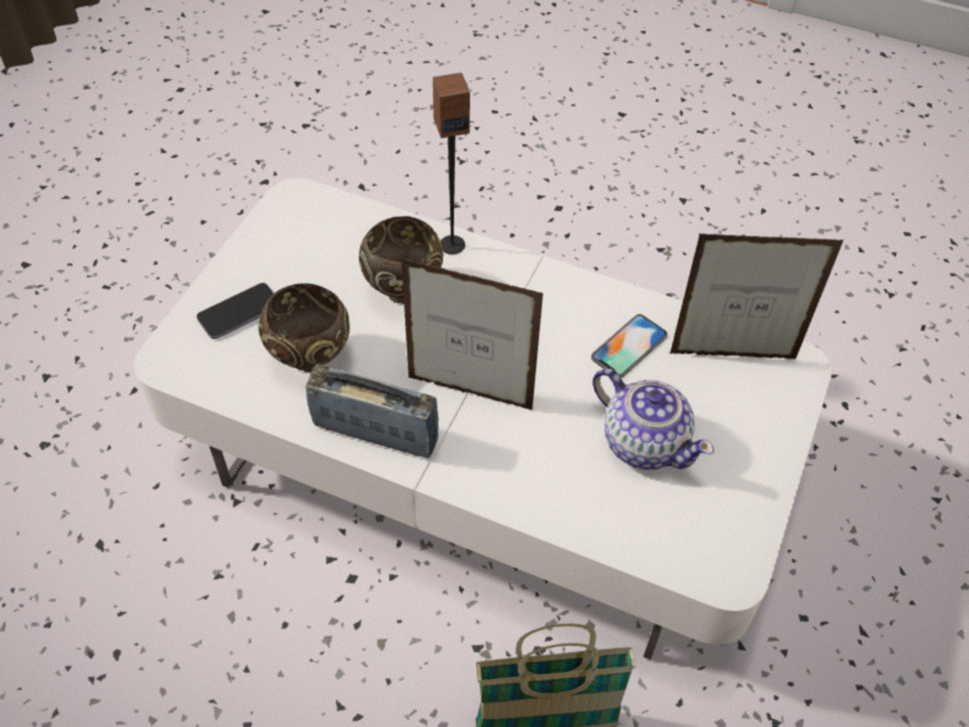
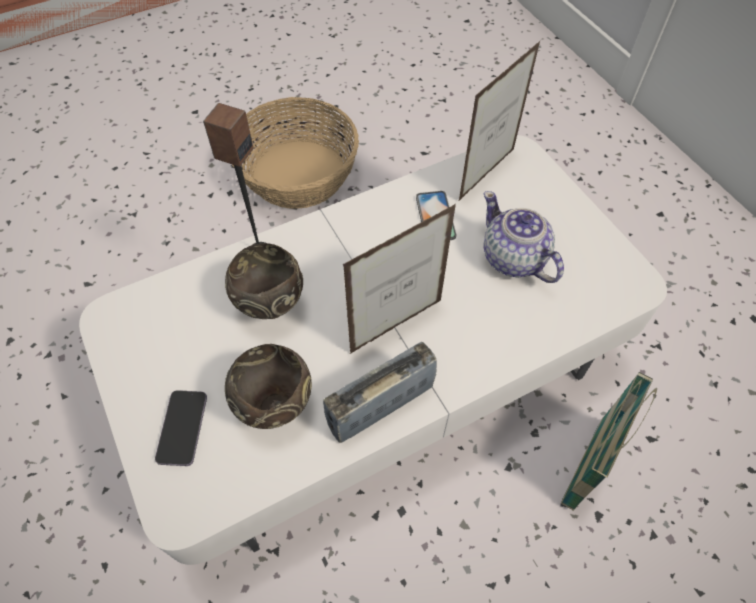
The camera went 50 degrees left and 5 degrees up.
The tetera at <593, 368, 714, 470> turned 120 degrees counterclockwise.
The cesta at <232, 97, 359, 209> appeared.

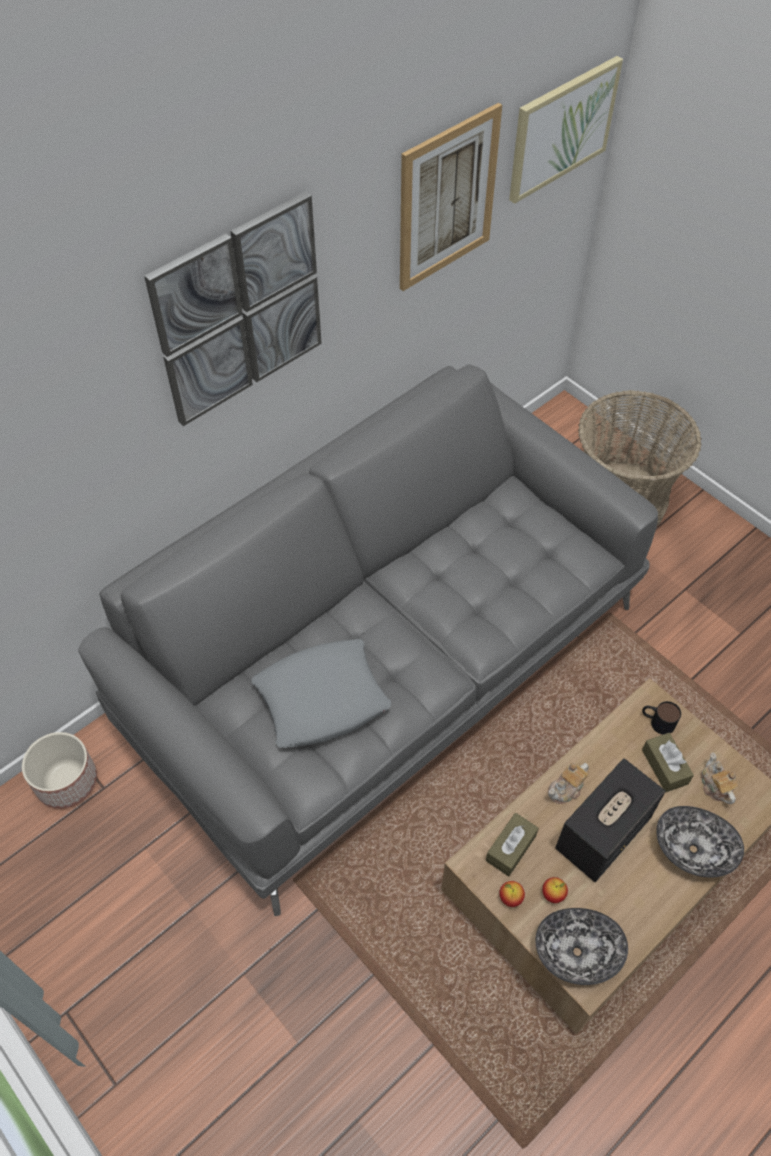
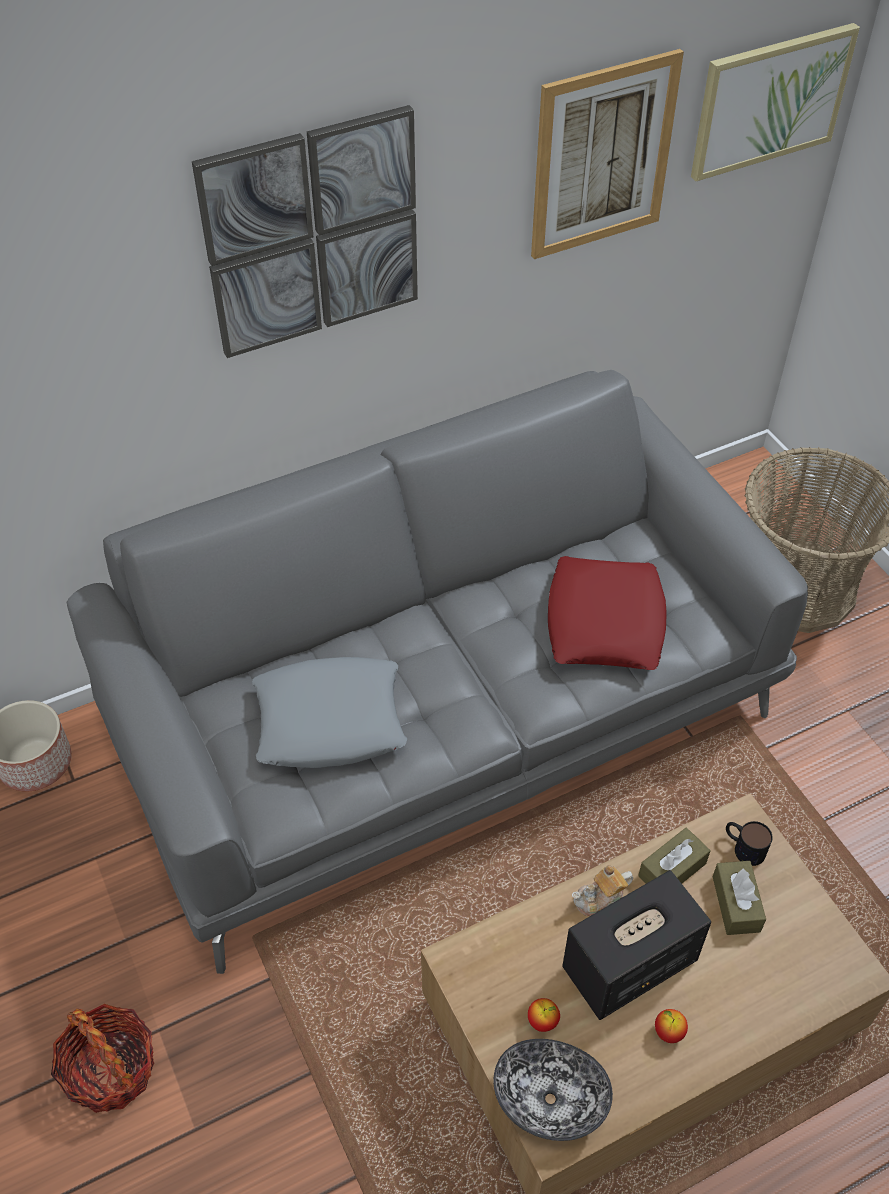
The camera went 15 degrees right and 5 degrees down.
The caja de pañuelos [marrón] moved from <486, 813, 539, 877> to <638, 828, 710, 883>.
The manzana moved from <499, 881, 525, 907> to <655, 1009, 688, 1043>.
The cuenco at <656, 806, 744, 877> disappeared.
The tetera at <701, 752, 739, 804> disappeared.
The cesta at <51, 1004, 154, 1113> appeared.
The cojín [rojo] at <548, 556, 667, 670> appeared.

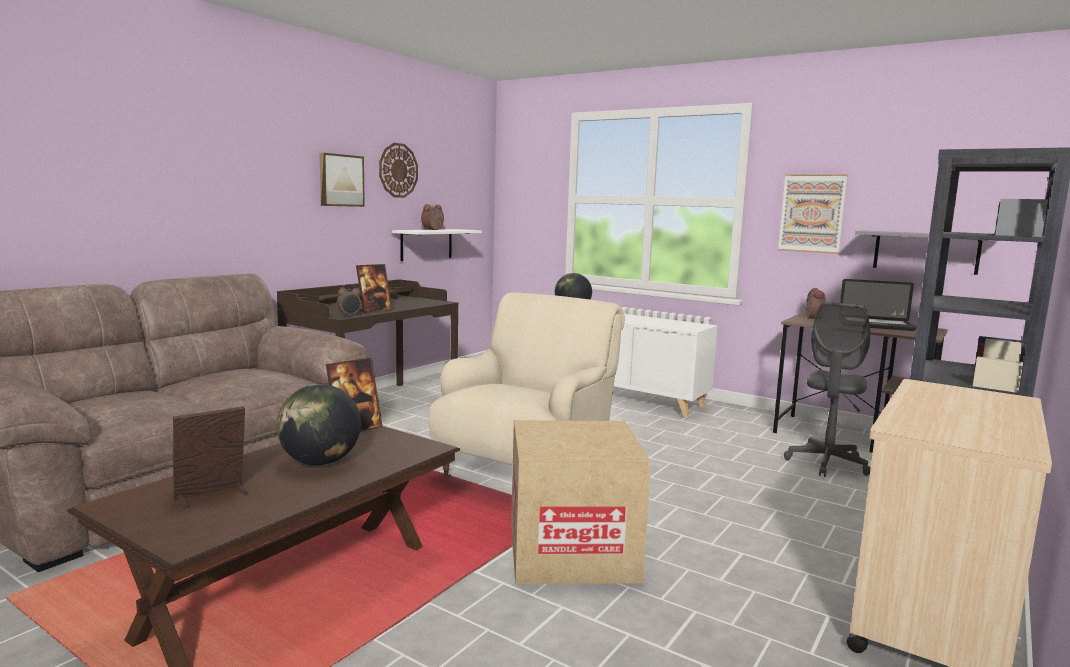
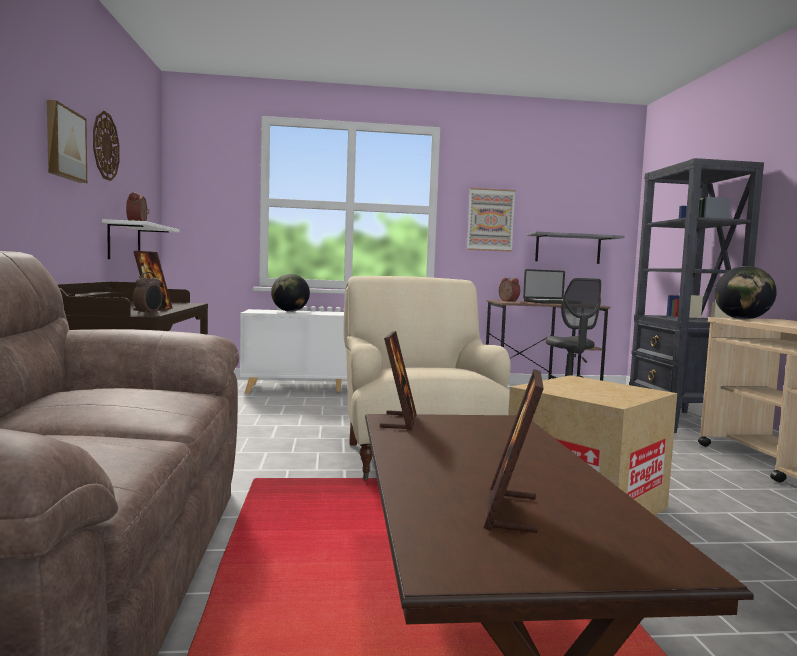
The camera went 40 degrees left and 5 degrees down.
The globo terráqueo moved from <277, 384, 361, 465> to <714, 266, 777, 319>.

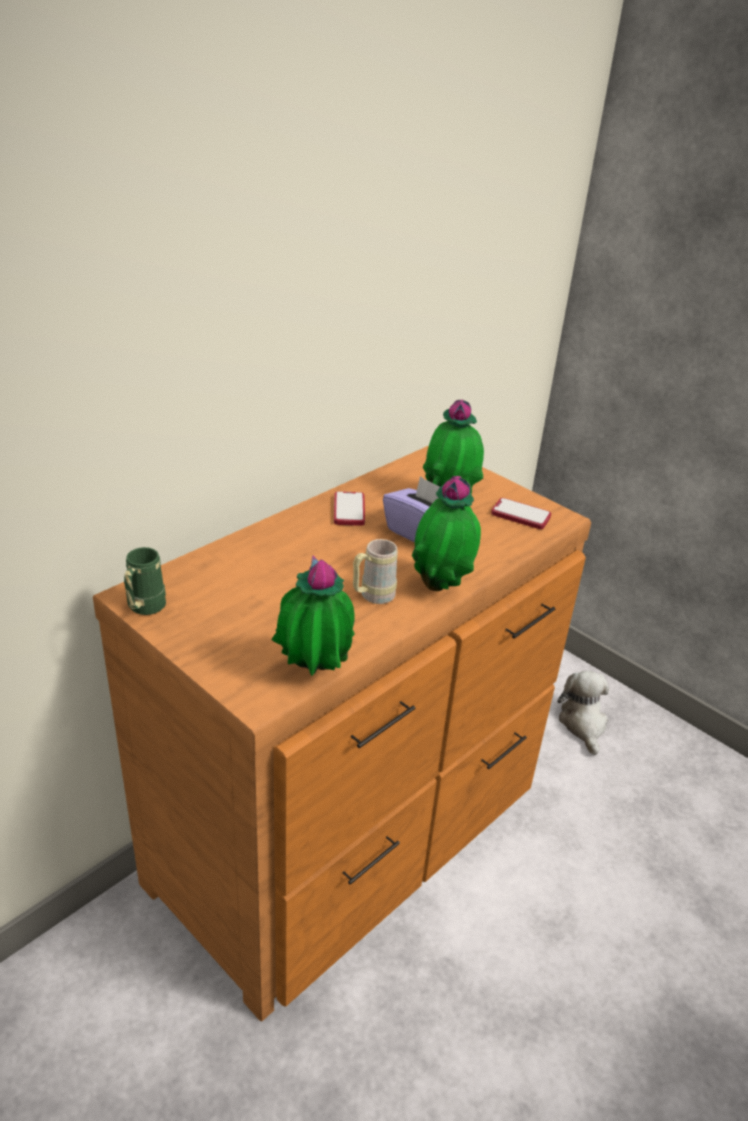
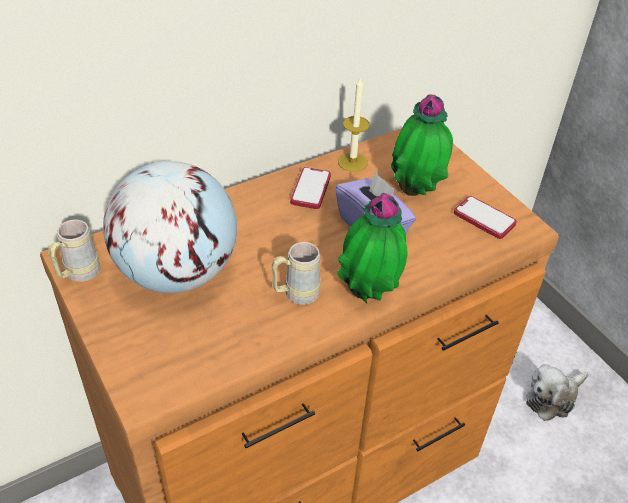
The camera went 15 degrees right and 10 degrees up.
The taza grande [verde] at <124, 547, 166, 615> became the taza grande [beis] at <49, 220, 100, 282>.
The planta en maceta at <272, 555, 355, 676> disappeared.
The peluche at <557, 671, 609, 755> turned 135 degrees counterclockwise.
The globo terráqueo at <103, 161, 237, 293> appeared.
The vela at <338, 76, 370, 172> appeared.

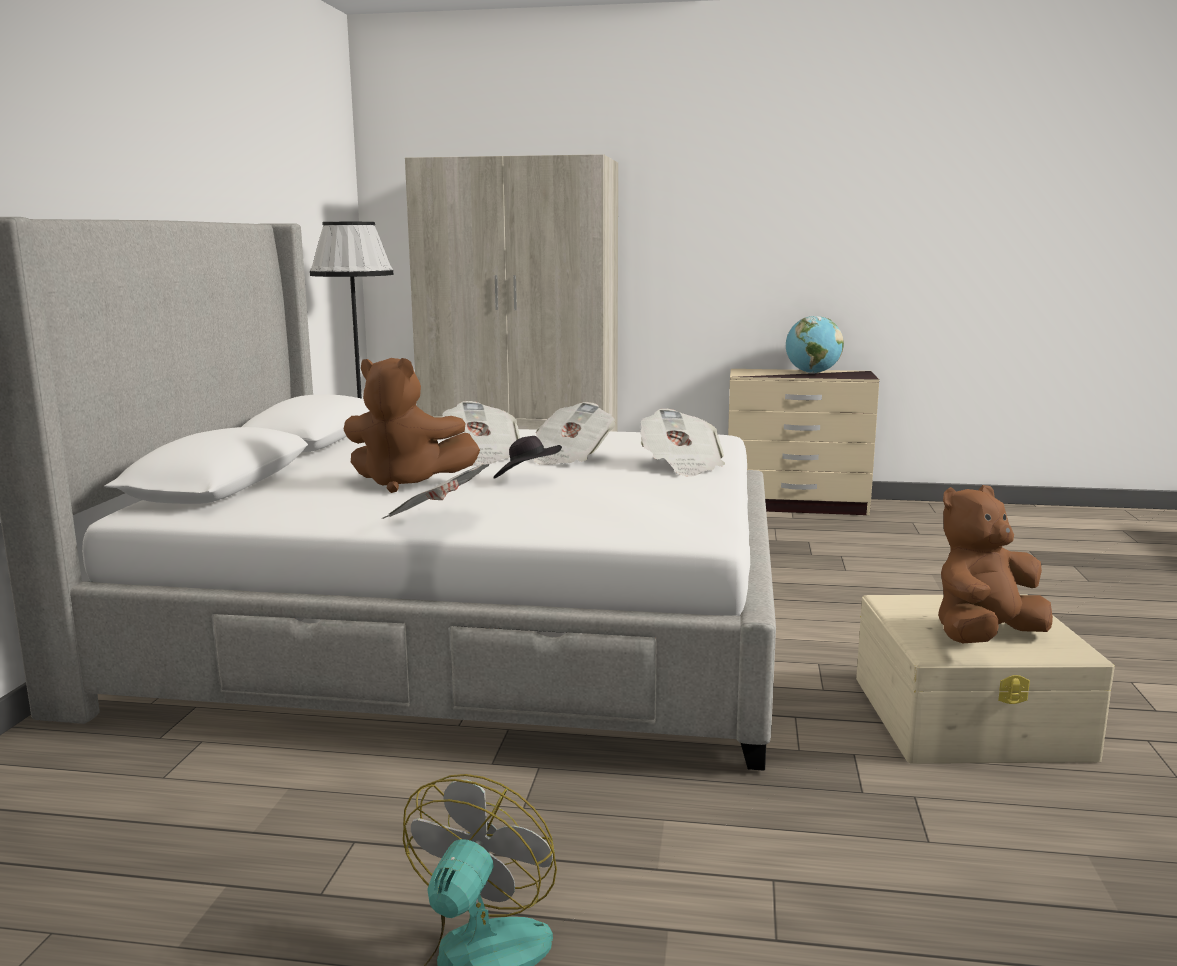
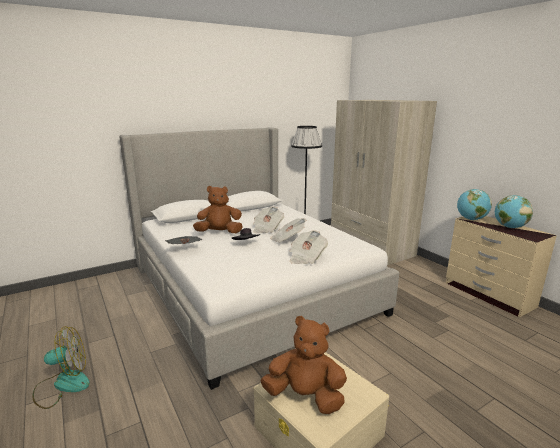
The camera went 50 degrees right and 5 degrees up.
The peluche [marrón] at <343, 358, 480, 493> turned 105 degrees clockwise.
The globo terráqueo at <457, 189, 492, 220> appeared.

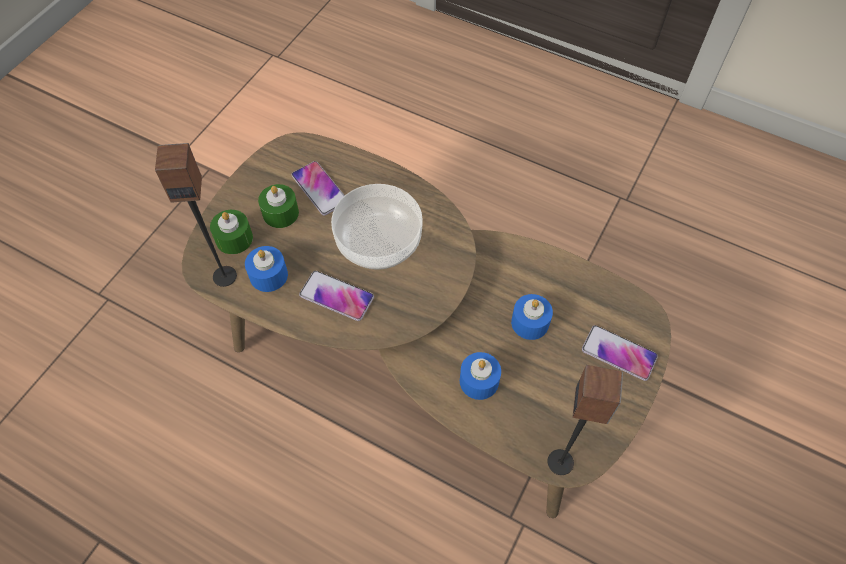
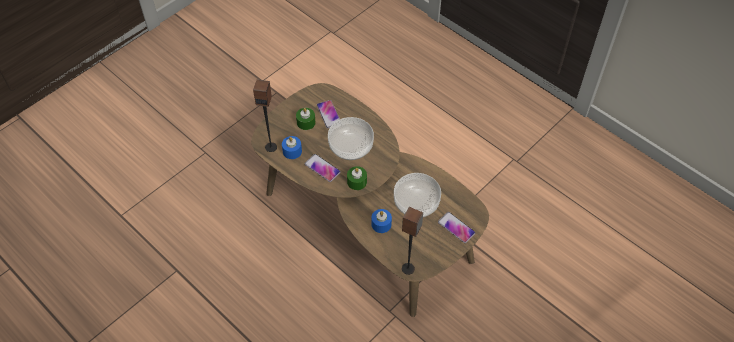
The camera went 15 degrees right and 5 degrees down.
The vela [verde] moved from <210, 210, 253, 254> to <347, 166, 367, 190>.
The vela [azul] at <511, 294, 553, 340> was replaced by the cuenco at <394, 173, 441, 217>.

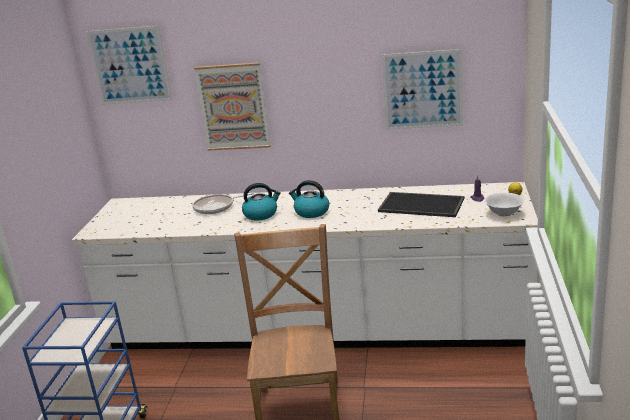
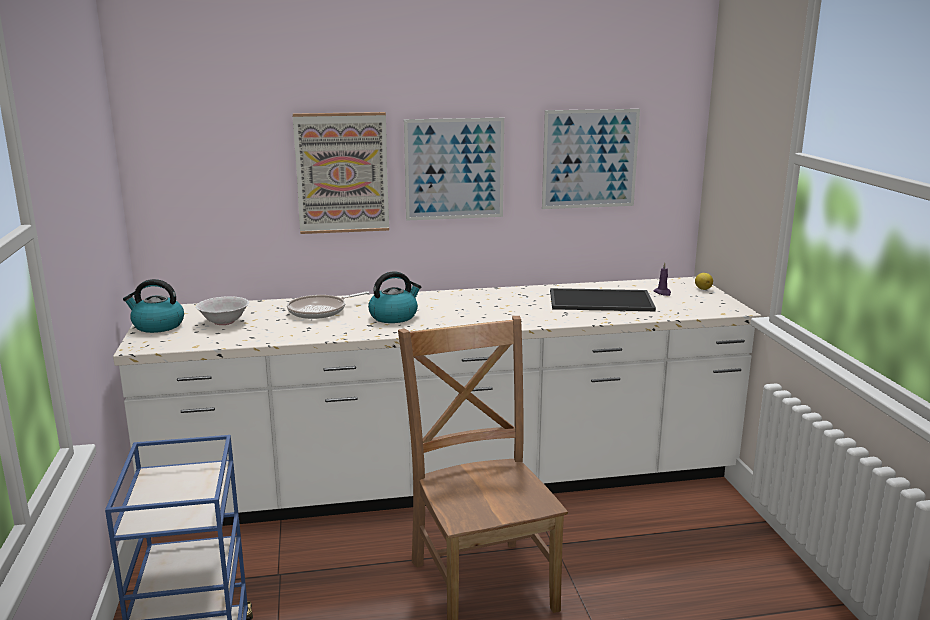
The camera went 20 degrees left and 5 degrees down.
The cuadro moved from <87, 26, 172, 105> to <404, 118, 504, 221>.
The hervidor moved from <289, 180, 329, 218> to <123, 279, 184, 333>.
The cuenco [blanco] moved from <484, 193, 525, 216> to <196, 296, 249, 325>.

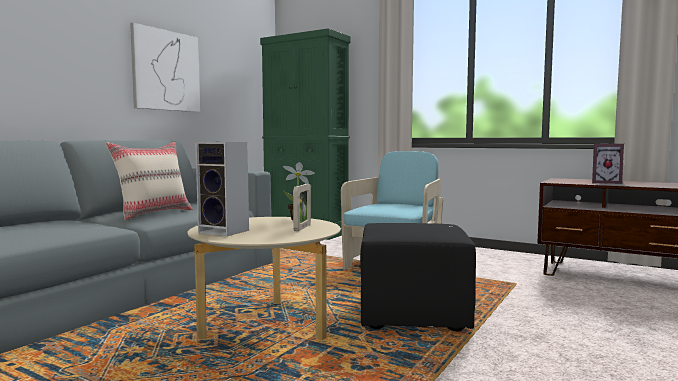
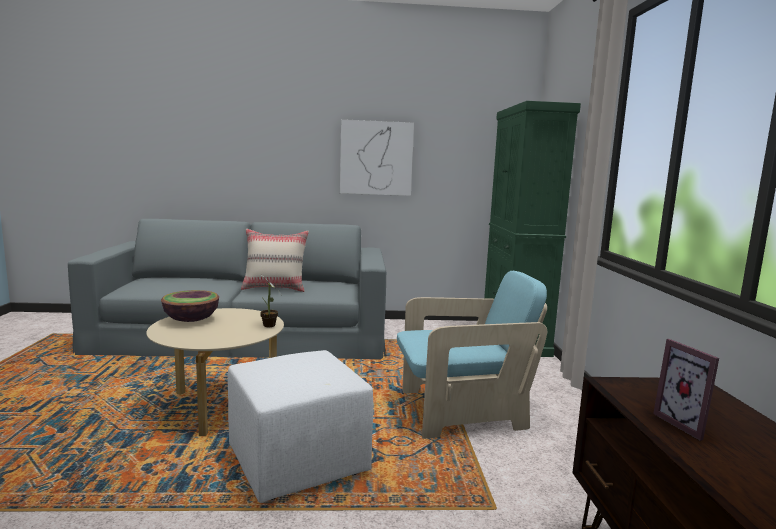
The camera went 55 degrees right and 5 degrees up.
The altavoz at <195, 142, 249, 236> was replaced by the cuenco at <161, 290, 219, 322>.
The portarretratos at <293, 184, 311, 231> disappeared.
The puf [negro] at <360, 223, 476, 331> became the puf [blanco] at <228, 350, 373, 503>.

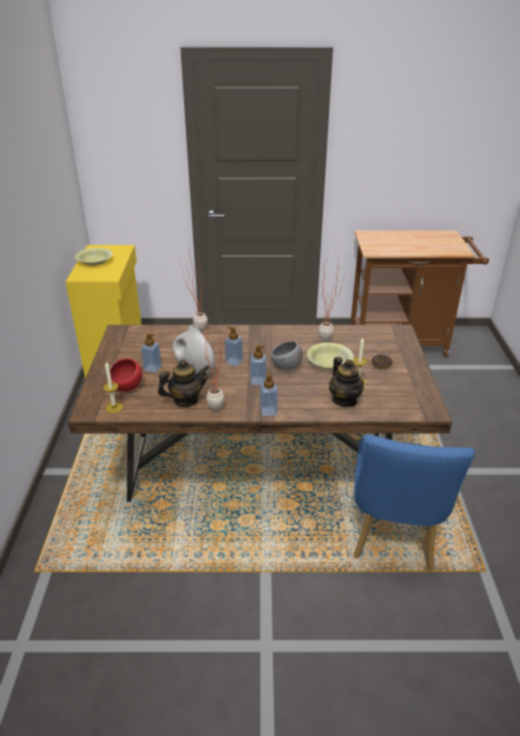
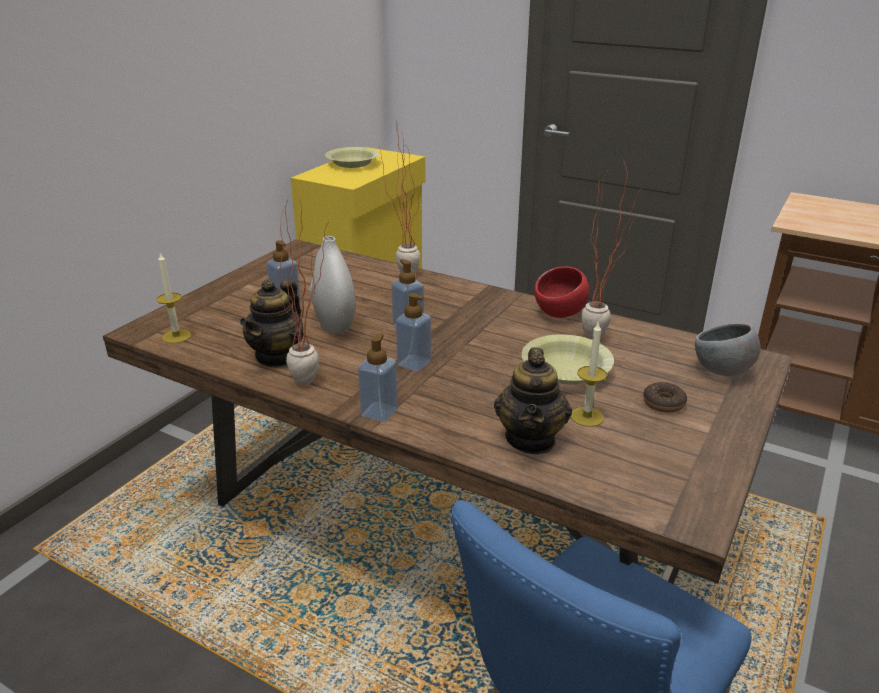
The camera went 30 degrees right and 5 degrees down.
The cuenco [rojo] moved from <110, 358, 142, 391> to <534, 266, 589, 318>.
The tetera at <158, 359, 210, 407> turned 105 degrees clockwise.
The cuenco [gris] moved from <271, 341, 303, 370> to <695, 323, 761, 376>.

